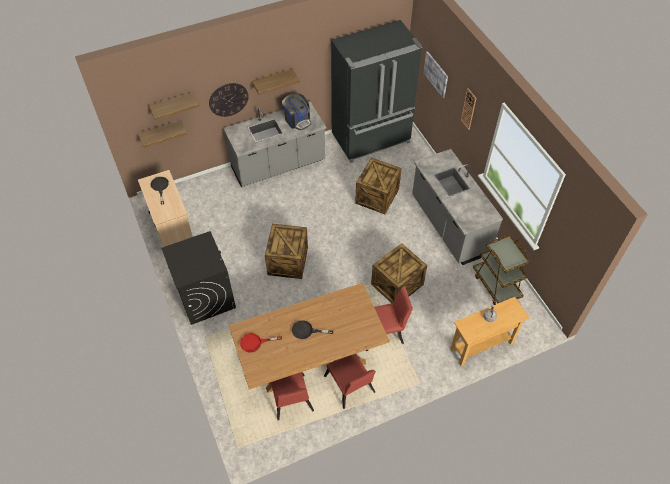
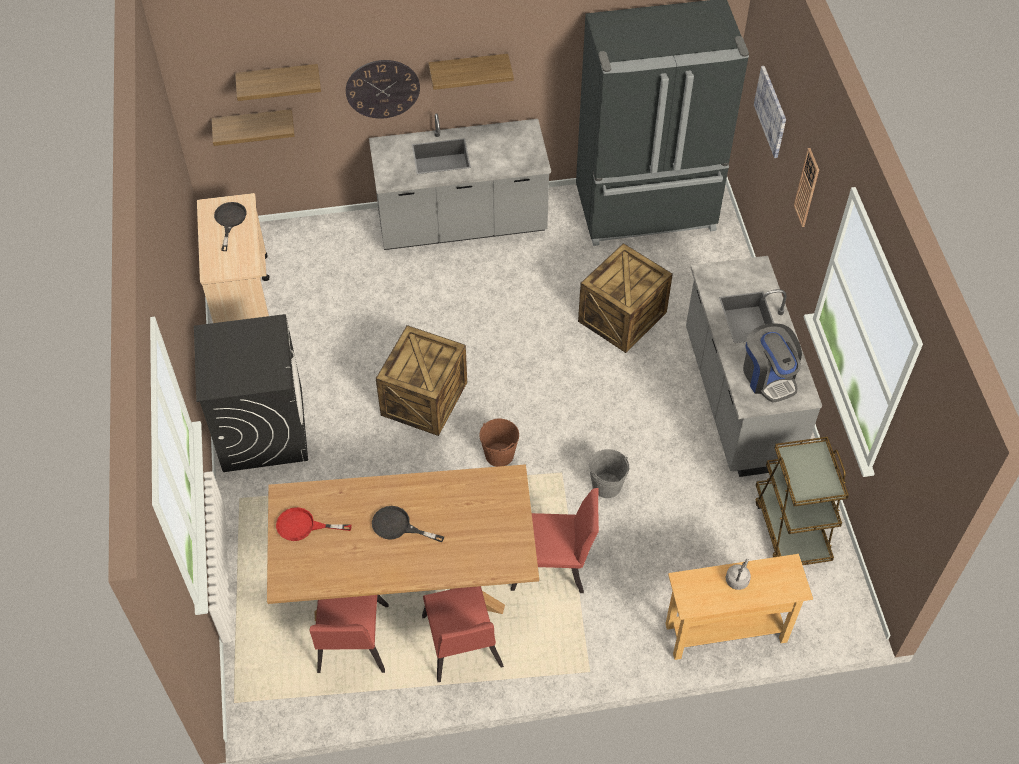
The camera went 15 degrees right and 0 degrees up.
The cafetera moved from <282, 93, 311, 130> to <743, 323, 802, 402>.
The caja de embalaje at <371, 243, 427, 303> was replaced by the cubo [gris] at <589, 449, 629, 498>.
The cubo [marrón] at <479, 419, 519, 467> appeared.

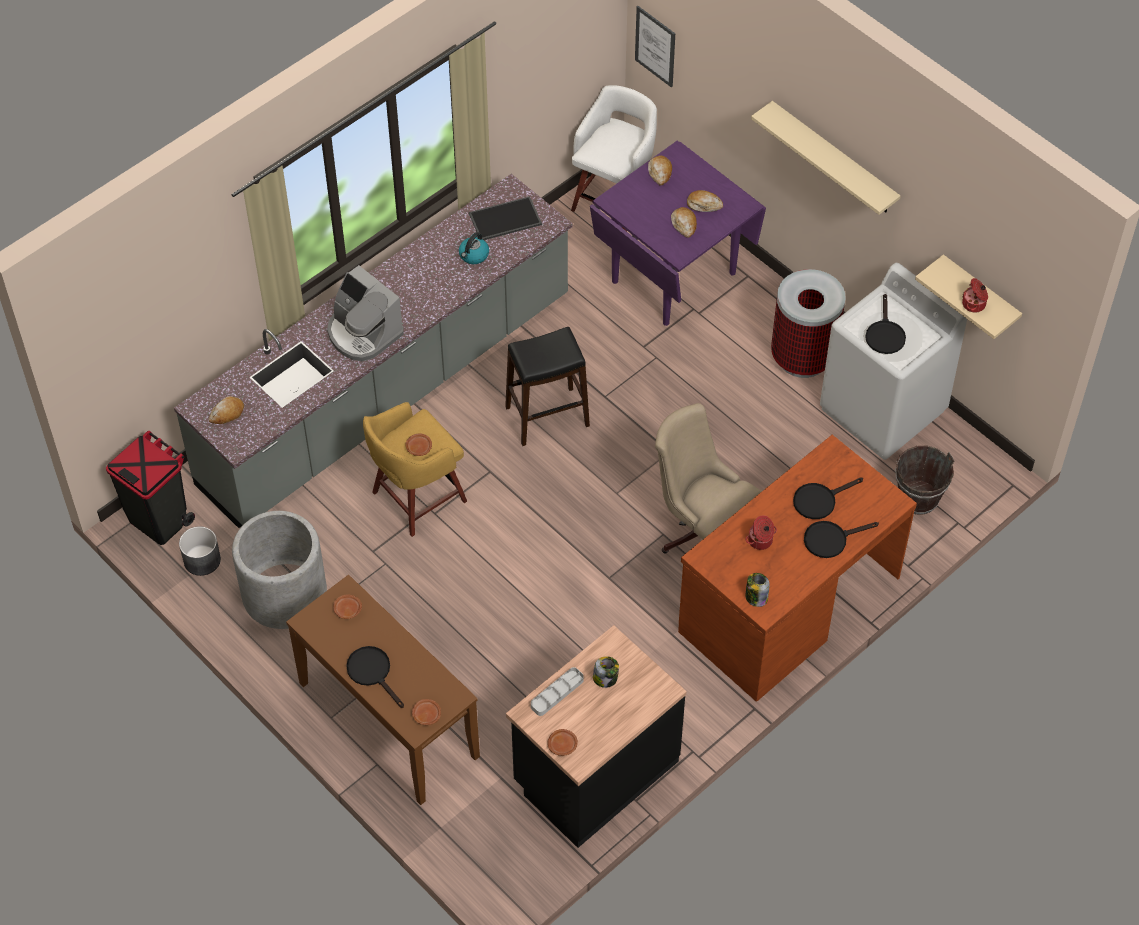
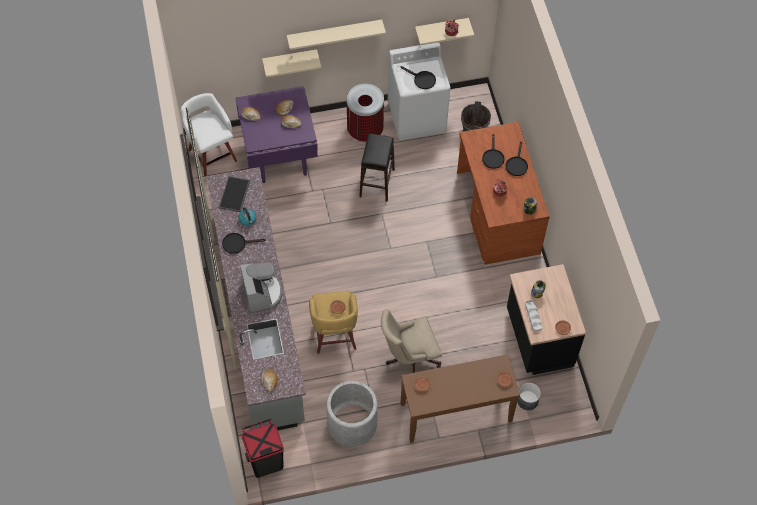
The camera went 60 degrees left and 5 degrees up.
The maceta [gris] moved from <179, 526, 221, 576> to <517, 383, 541, 410>.
The cafetera at <327, 265, 404, 361> turned 90 degrees counterclockwise.
The sartén [negro] moved from <346, 646, 404, 708> to <222, 233, 266, 254>.
The taburete [negro] moved from <505, 327, 590, 446> to <359, 134, 395, 202>.
The cuadro at <635, 6, 675, 88> disappeared.
The silla de oficina [beis] moved from <655, 403, 762, 553> to <381, 309, 442, 373>.
The estante [beis] at <262, 49, 321, 78> appeared.

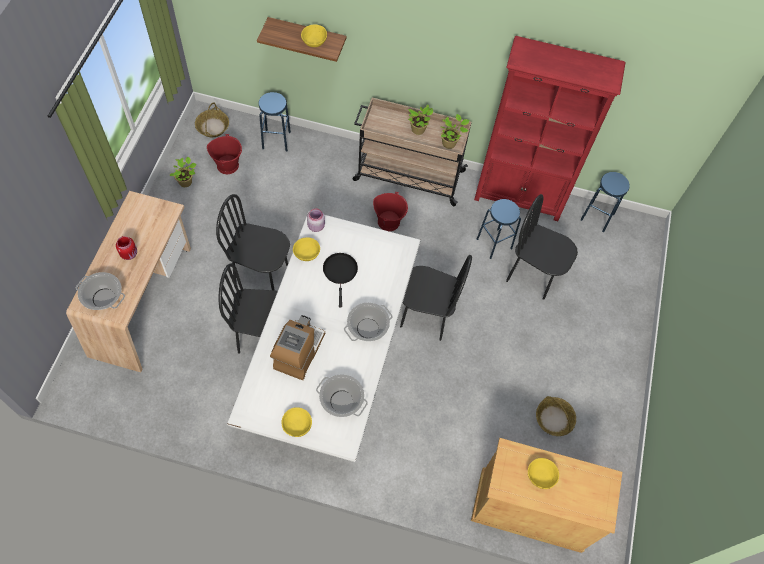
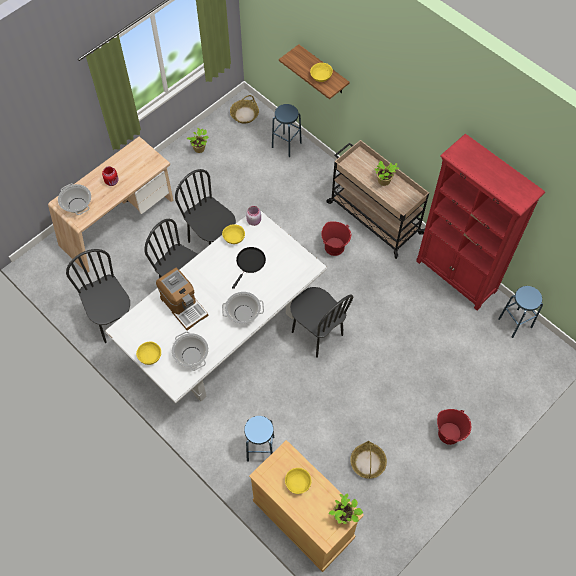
The camera went 35 degrees right and 0 degrees up.
The cubo [rojo] moved from <207, 134, 242, 174> to <437, 409, 471, 445>.
The cafetera at <270, 315, 325, 380> turned 90 degrees clockwise.
The planta en maceta moved from <441, 114, 470, 149> to <329, 493, 363, 524>.
The taburete [azul] moved from <476, 199, 521, 259> to <244, 416, 274, 462>.
The silla [negro] moved from <506, 194, 578, 300> to <66, 249, 130, 343>.

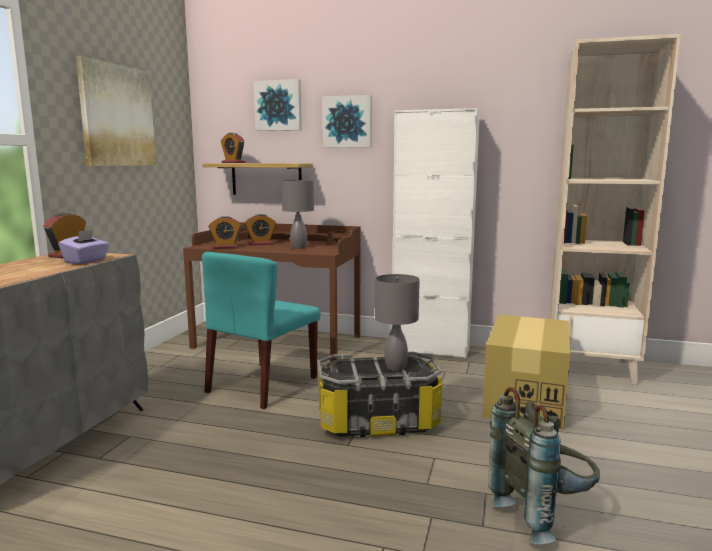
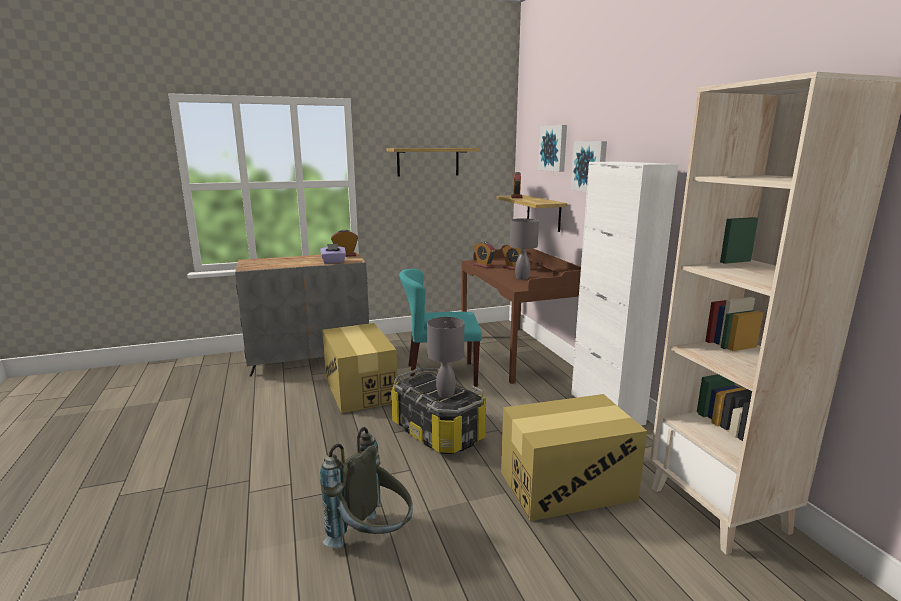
The camera went 55 degrees right and 5 degrees up.
The cuadro at <76, 56, 156, 166> was replaced by the estante at <387, 148, 479, 177>.
The caja de cartón at <322, 323, 398, 413> appeared.

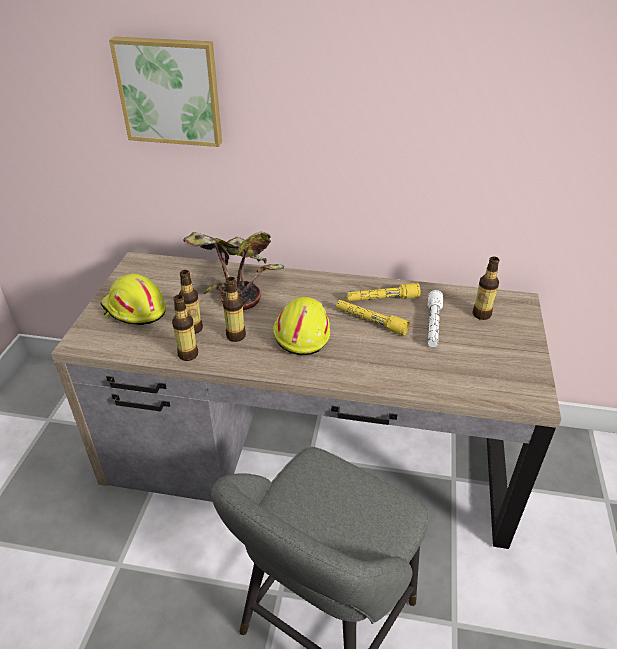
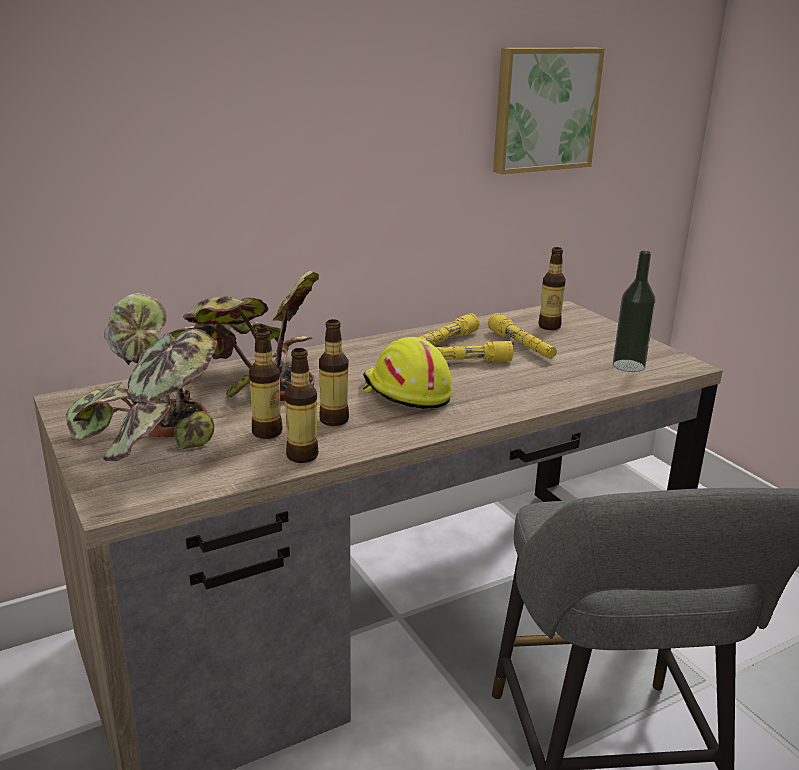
The camera went 40 degrees left and 15 degrees down.
The casco [amarillo] at <101, 274, 166, 325> was replaced by the planta en maceta at <65, 293, 217, 462>.
The cuadro moved from <109, 36, 222, 147> to <493, 48, 605, 174>.
The linterna [blanco] at <428, 290, 443, 347> became the linterna [amarillo] at <488, 313, 557, 359>.
The botella at <613, 251, 656, 372> appeared.

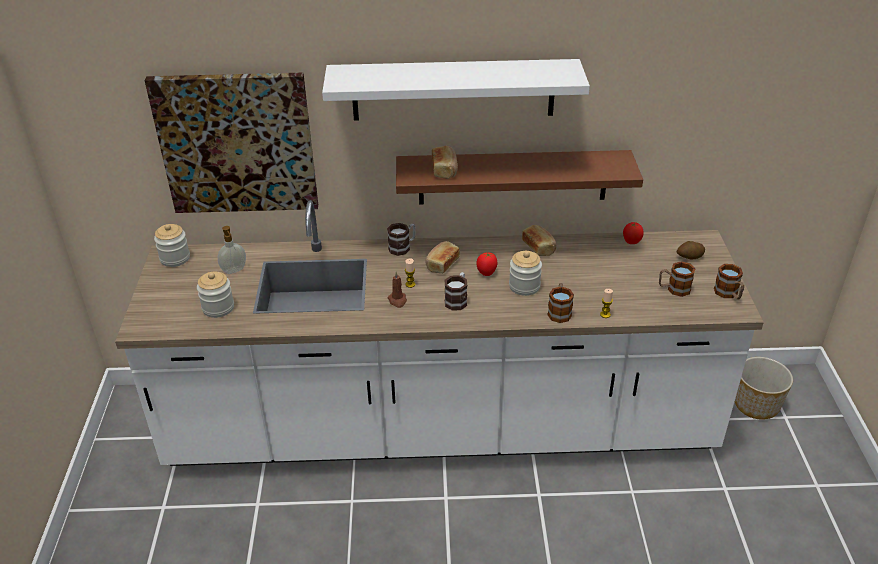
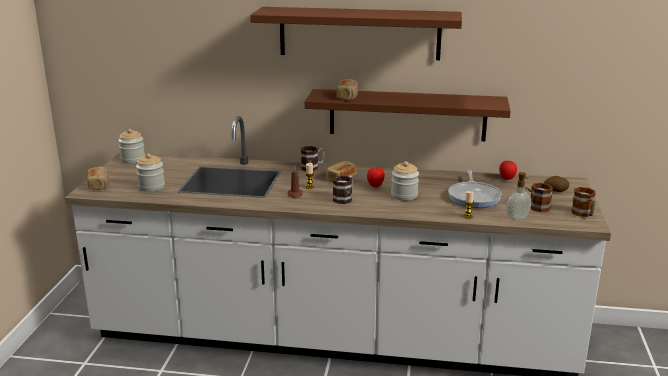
The camera went 10 degrees right and 15 degrees down.
The cuadro at <144, 73, 318, 213> disappeared.
The dispensador de jabón moved from <218, 226, 246, 274> to <506, 172, 531, 221>.
The estante [blanco] at <322, 59, 590, 121> became the estante [marrón] at <250, 7, 462, 60>.
The pan moved from <522, 225, 557, 256> to <87, 166, 109, 190>.
The taza grande at <547, 283, 574, 323> disappeared.
The maceta at <735, 357, 793, 420> disappeared.
The sartén at <448, 170, 502, 208> appeared.

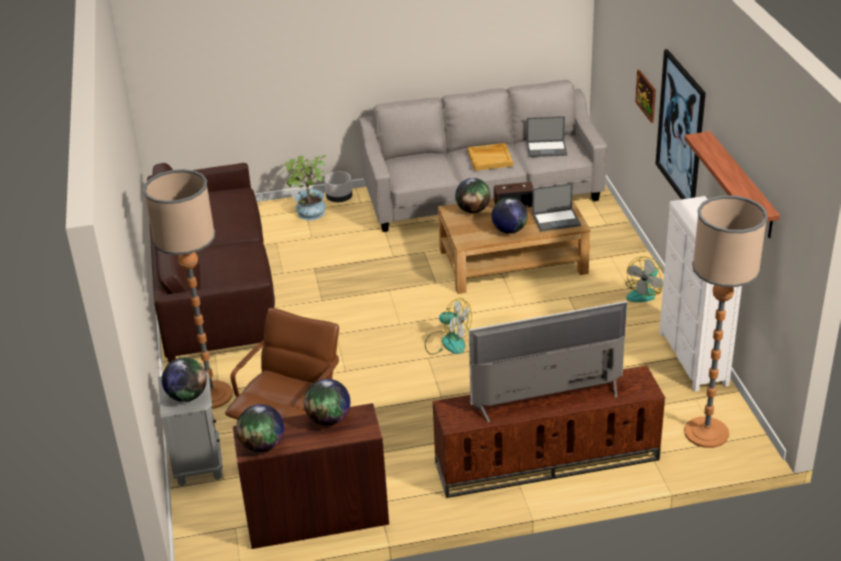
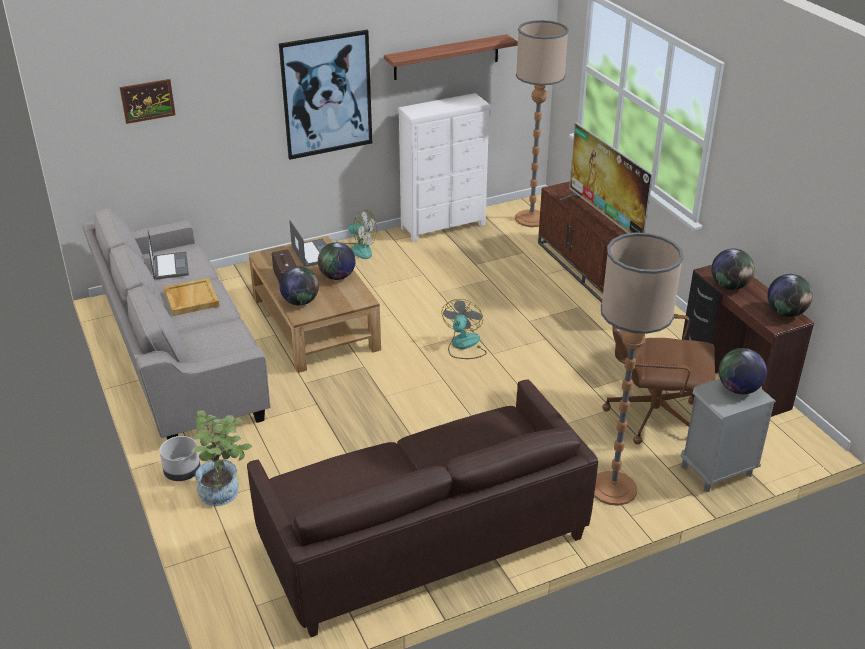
The camera went 105 degrees left and 0 degrees up.
The cuadro moved from <635, 70, 656, 123> to <119, 79, 176, 124>.

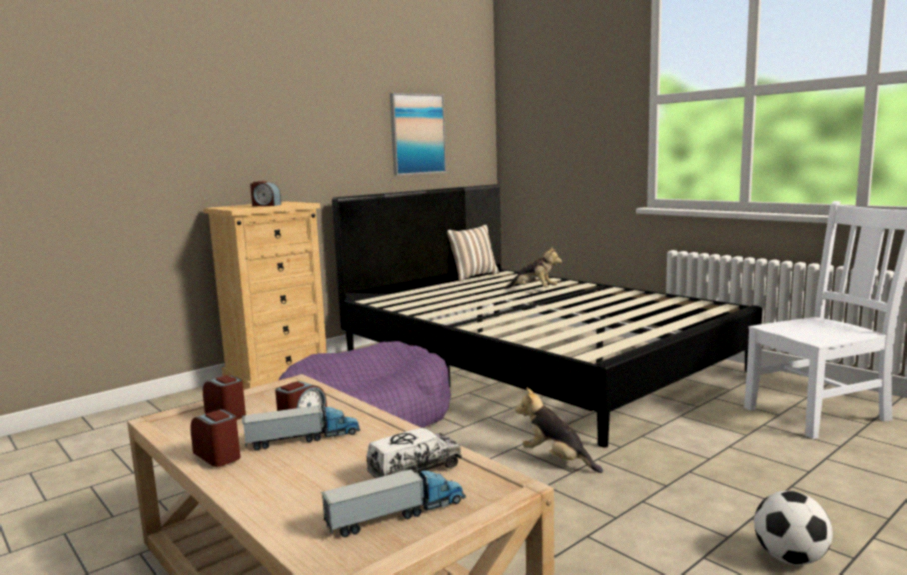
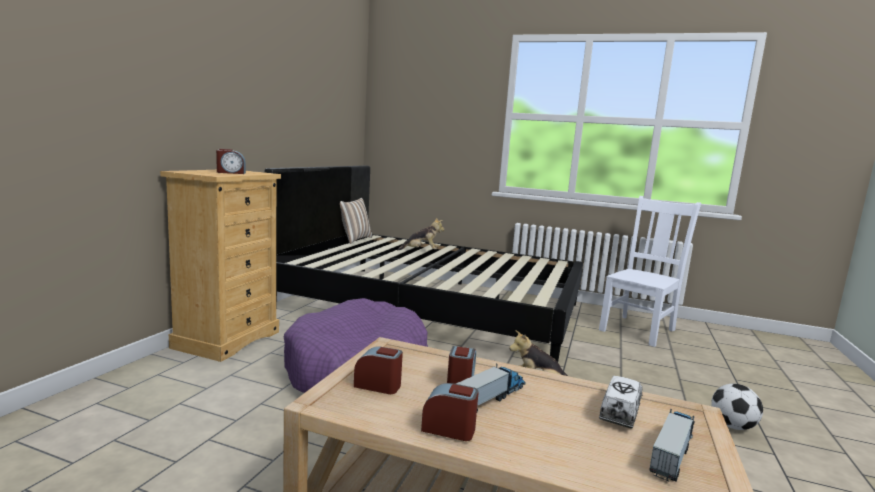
The camera went 30 degrees left and 0 degrees up.
The cuadro at <390, 93, 446, 176> disappeared.

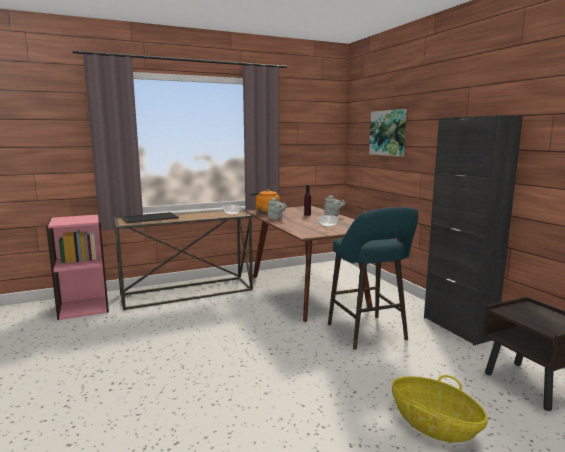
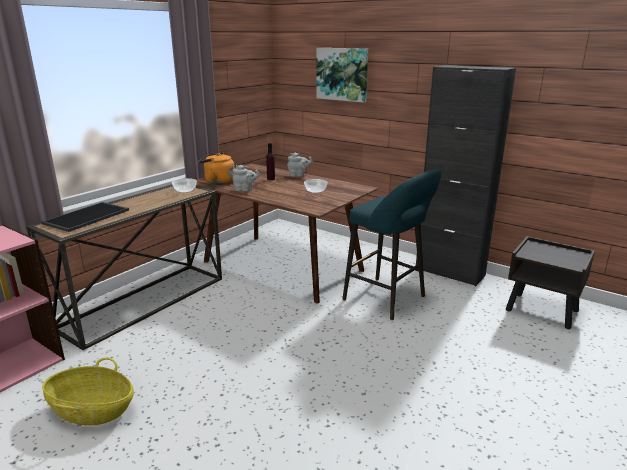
The camera went 30 degrees left and 10 degrees up.
The cesta moved from <392, 375, 488, 443> to <42, 358, 134, 426>.

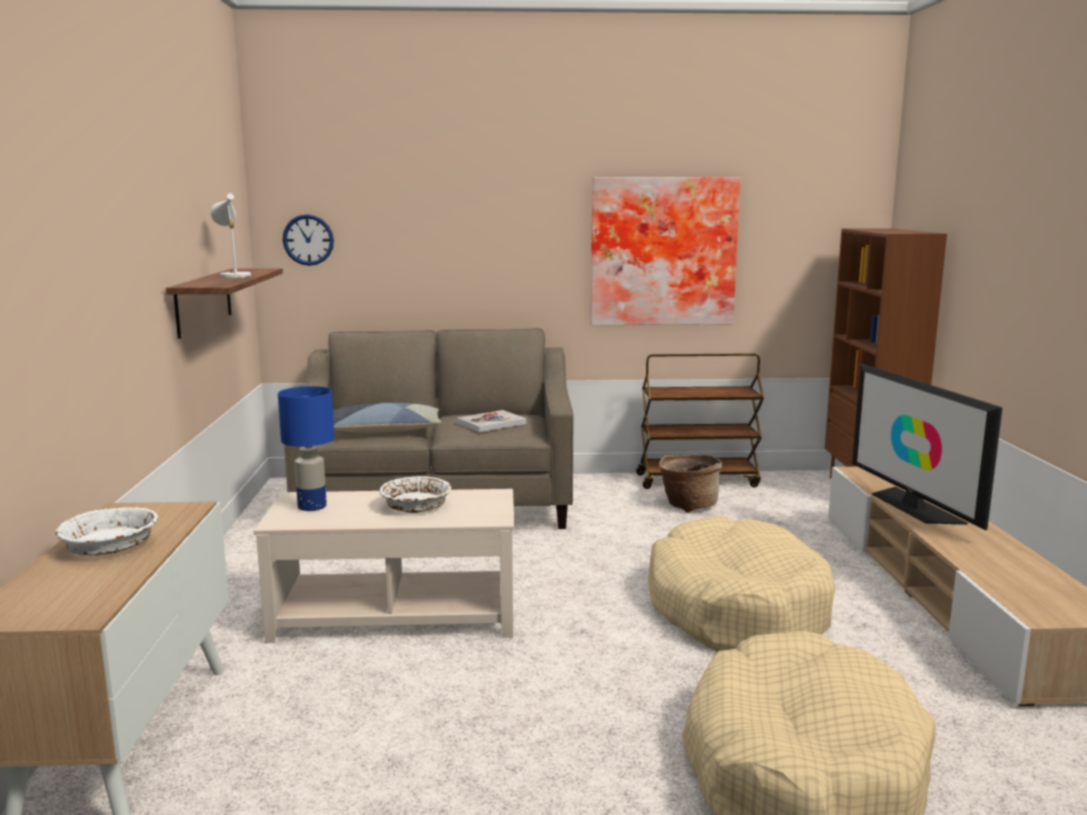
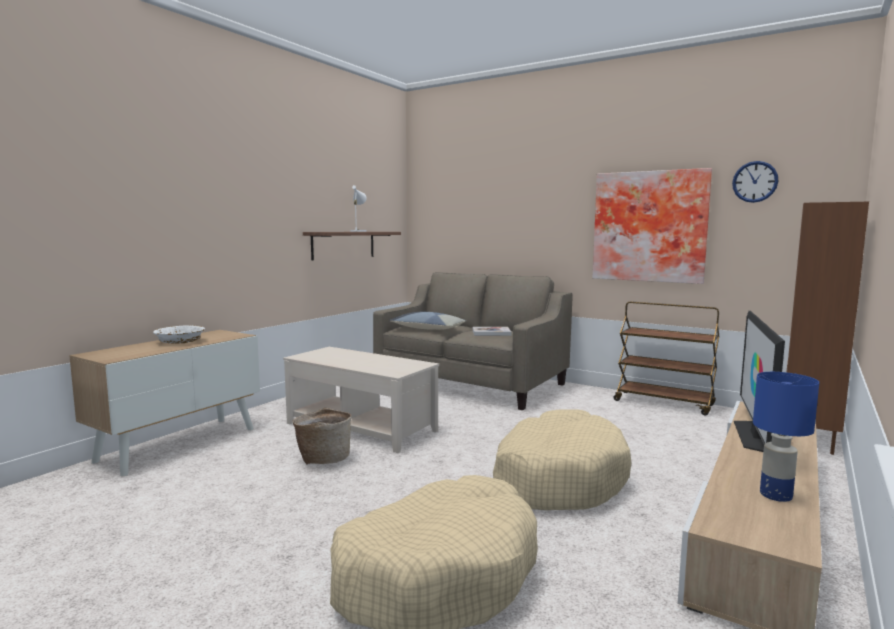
The camera went 35 degrees right and 5 degrees down.
The lámpara de mesa [azul] moved from <278, 386, 334, 511> to <753, 372, 819, 502>.
The reloj de pared moved from <283, 214, 334, 266> to <732, 161, 778, 203>.
The cuenco [blanco] at <379, 476, 451, 513> disappeared.
The cesta moved from <659, 454, 722, 513> to <293, 408, 352, 464>.

